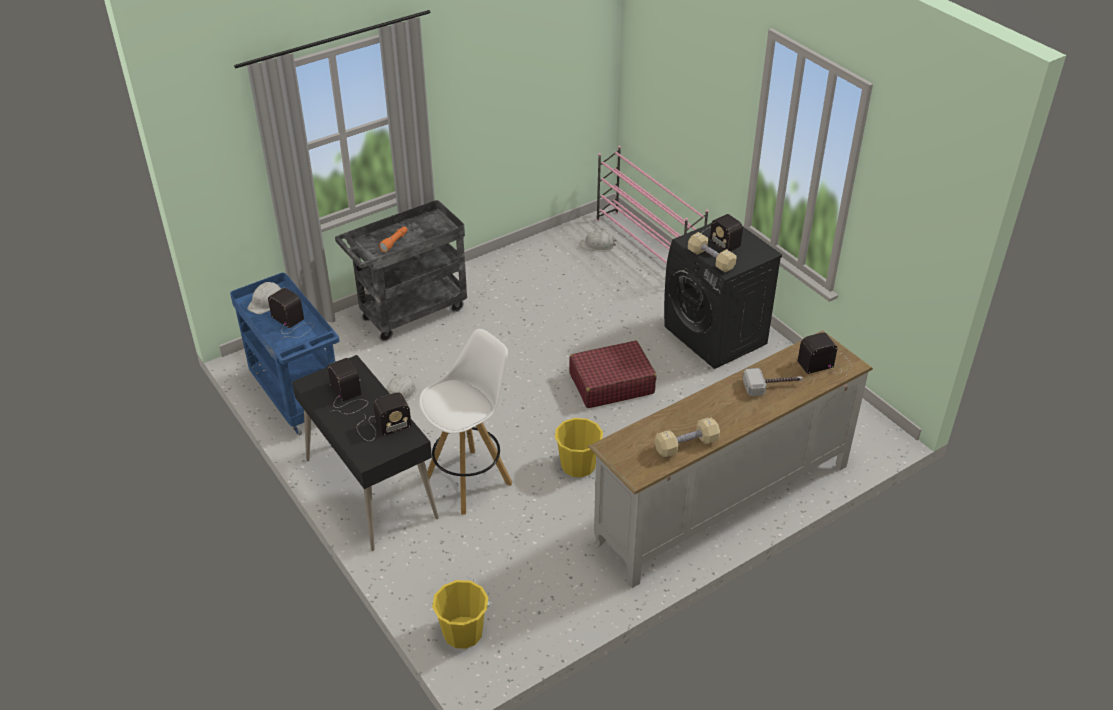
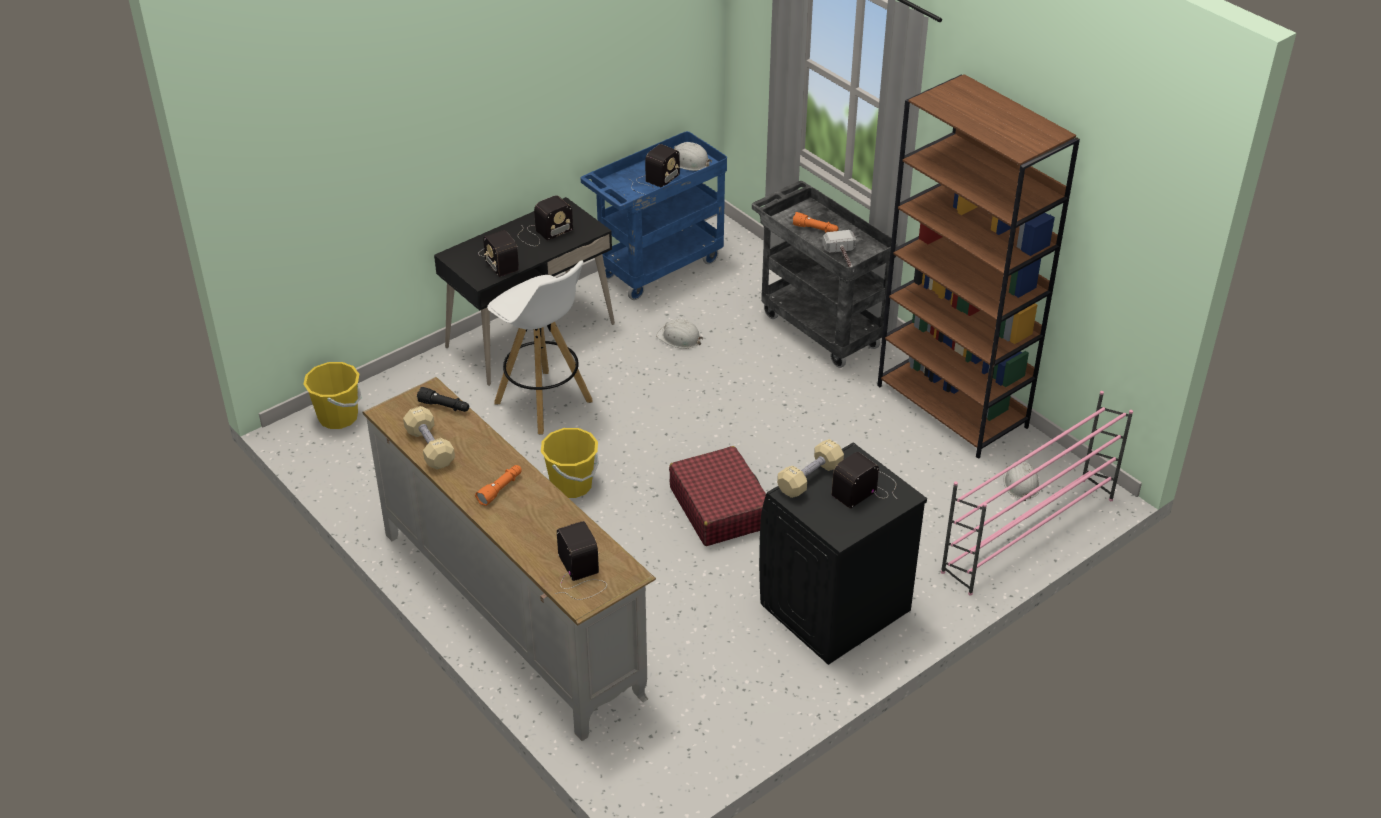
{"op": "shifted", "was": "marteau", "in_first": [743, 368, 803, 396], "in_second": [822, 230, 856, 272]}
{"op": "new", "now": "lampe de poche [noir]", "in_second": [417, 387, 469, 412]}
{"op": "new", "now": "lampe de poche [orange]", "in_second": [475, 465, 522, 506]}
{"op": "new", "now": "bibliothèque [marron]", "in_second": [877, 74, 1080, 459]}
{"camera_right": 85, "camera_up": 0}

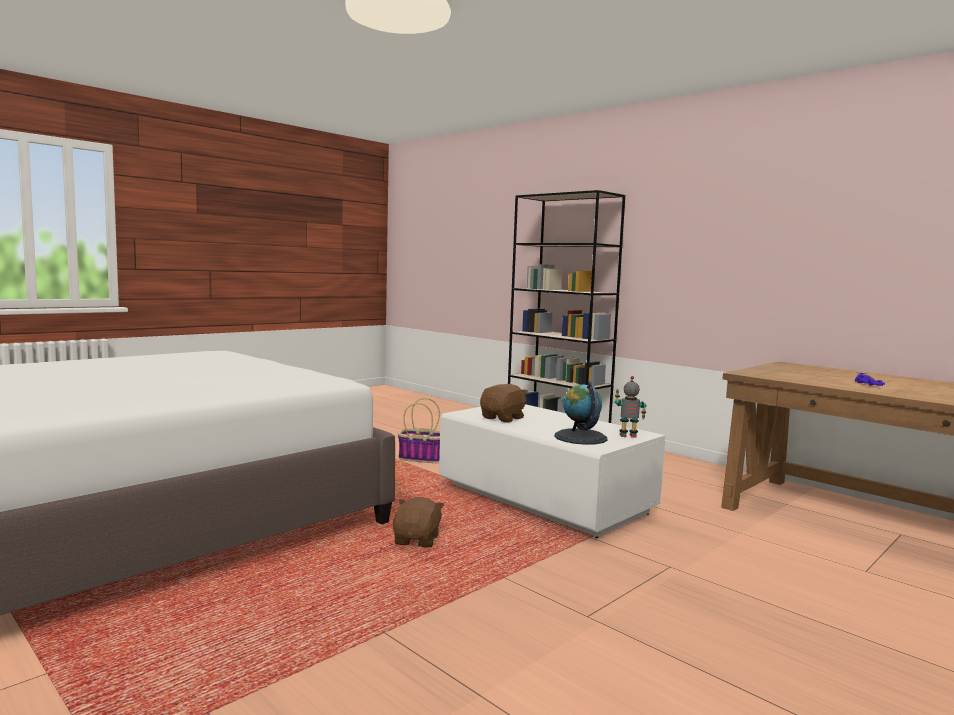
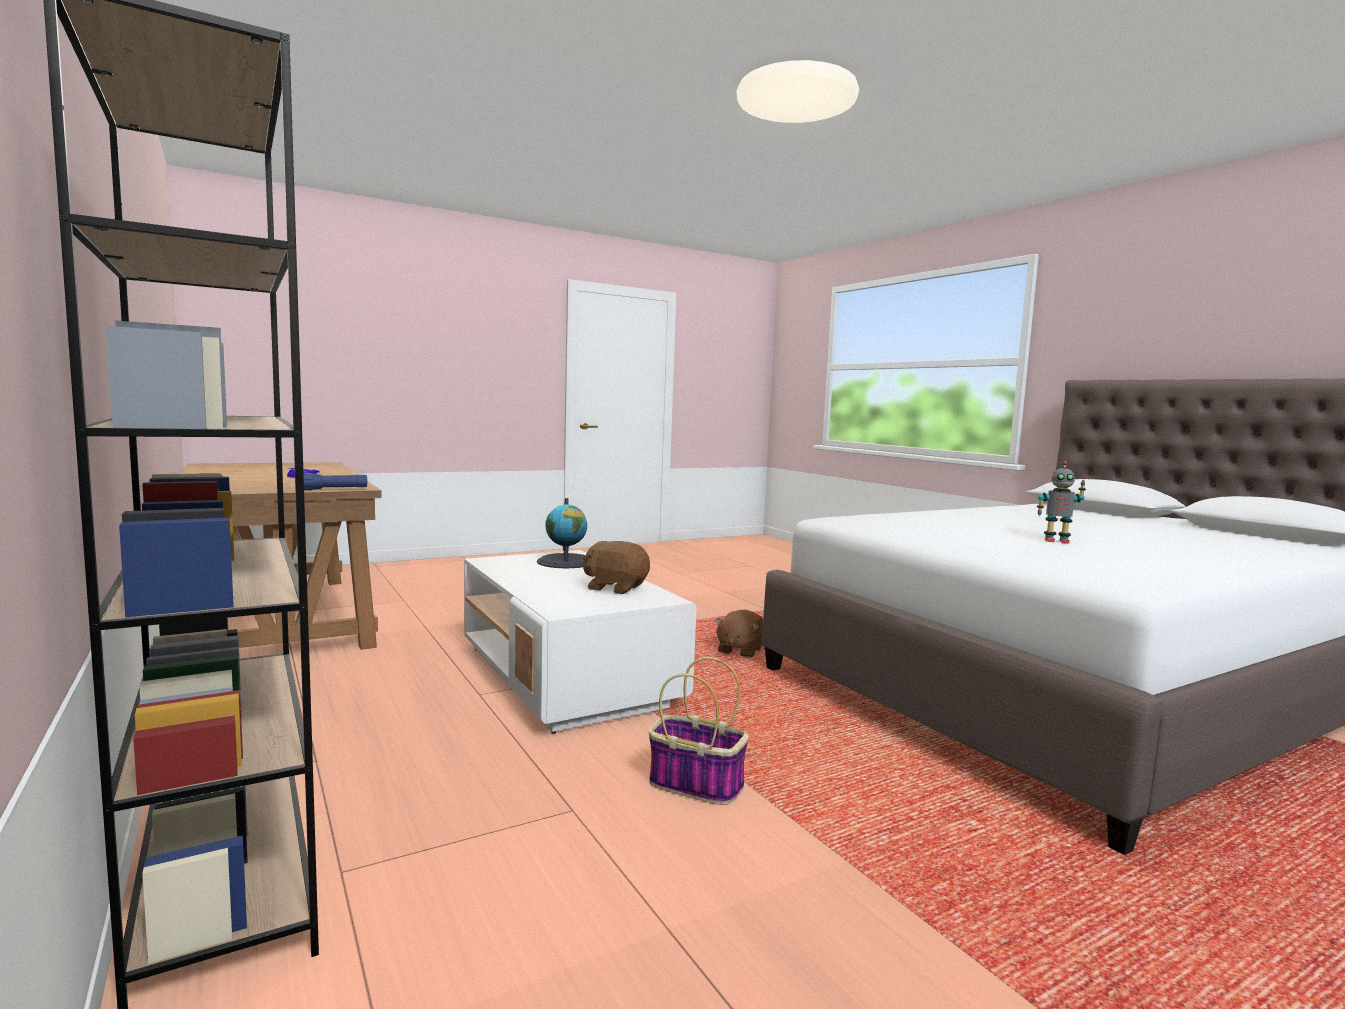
{"op": "rotated", "was": "peluche [marron]", "in_first": [480, 384, 528, 422], "in_second": [582, 541, 650, 594], "clockwise": 60}
{"op": "shifted", "was": "robot jouet", "in_first": [615, 376, 647, 438], "in_second": [1037, 461, 1086, 544]}
{"op": "new", "now": "lampe de poche [bleu]", "in_second": [304, 473, 367, 490]}
{"camera_right": -165, "camera_up": 0}

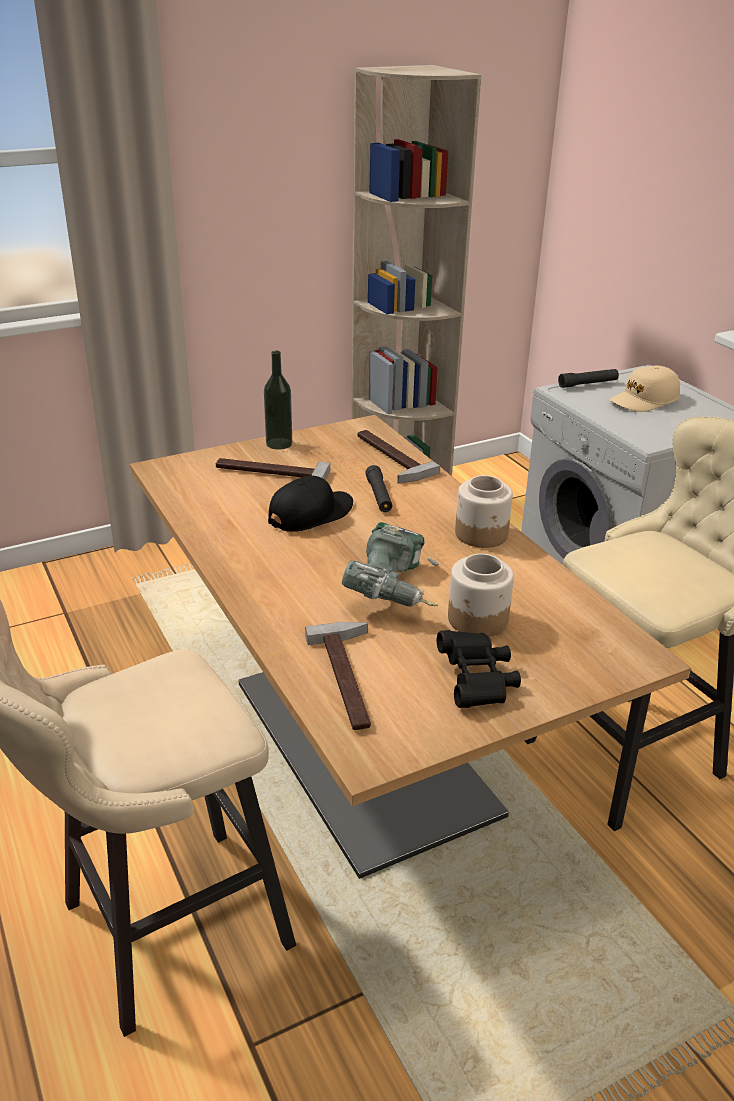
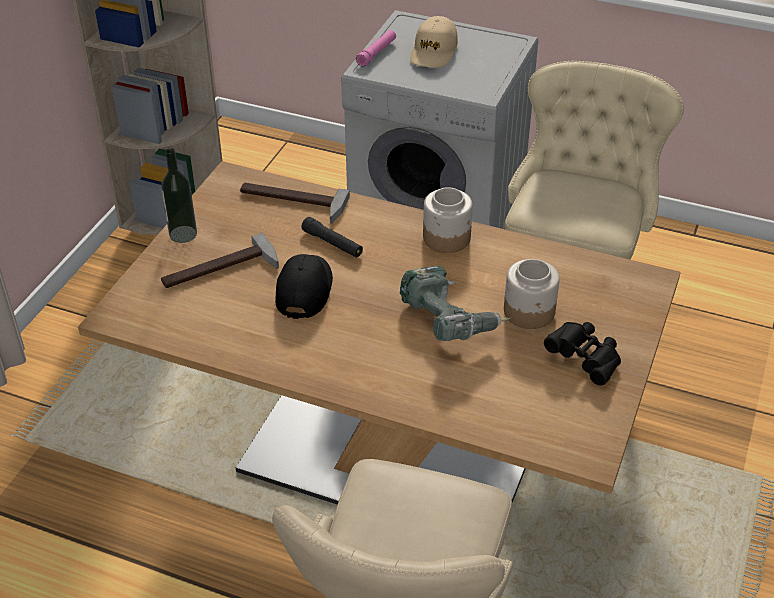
{"op": "gone", "was": "marteau", "in_first": [305, 622, 371, 730]}
{"op": "repainted", "was": "lampe de poche [noir]", "now": "lampe de poche [rose]", "in_first": [558, 369, 619, 388], "in_second": [356, 30, 396, 66]}
{"camera_right": -40, "camera_up": 10}

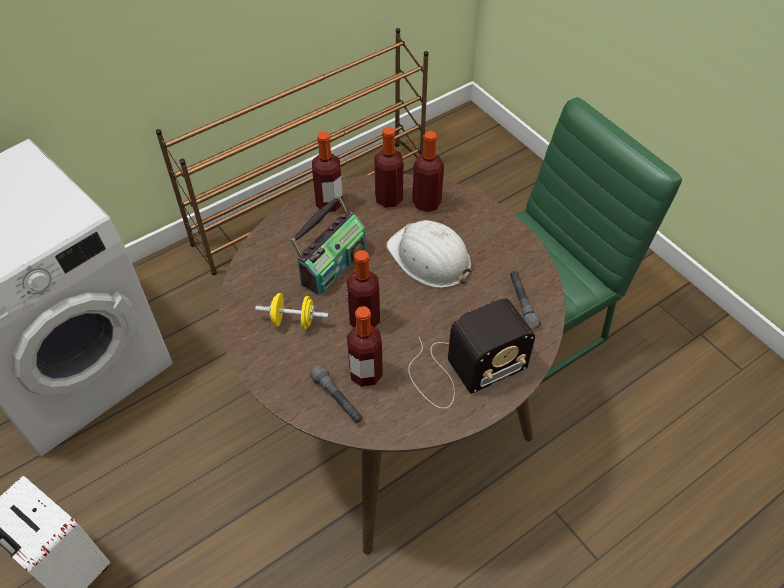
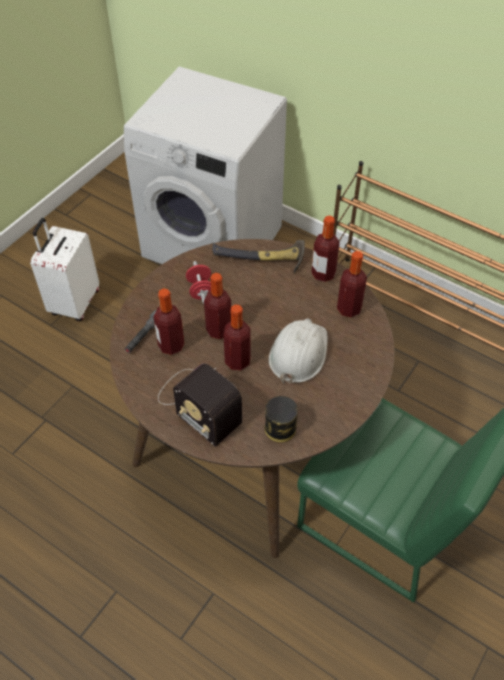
{"op": "repainted", "was": "haltère [jaune]", "now": "haltère [rouge]", "in_first": [255, 293, 329, 330], "in_second": [186, 261, 211, 304]}
{"op": "gone", "was": "radio", "in_first": [291, 195, 366, 296]}
{"op": "shifted", "was": "bouteille", "in_first": [413, 131, 444, 212], "in_second": [224, 305, 251, 370]}
{"op": "swapped", "was": "lampe de poche [gris]", "now": "boîte métallique", "in_first": [510, 271, 541, 330], "in_second": [264, 396, 298, 443]}
{"op": "new", "now": "marteau", "in_second": [212, 240, 305, 273]}
{"camera_right": 70, "camera_up": 0}

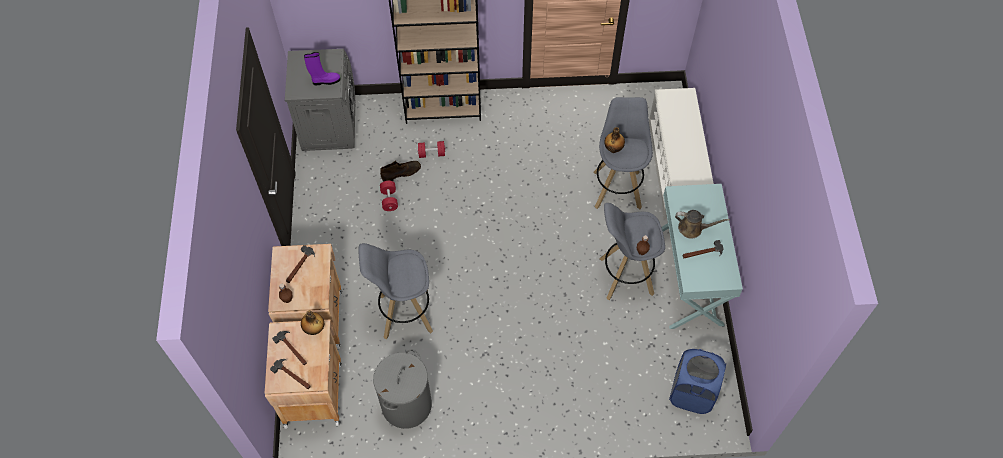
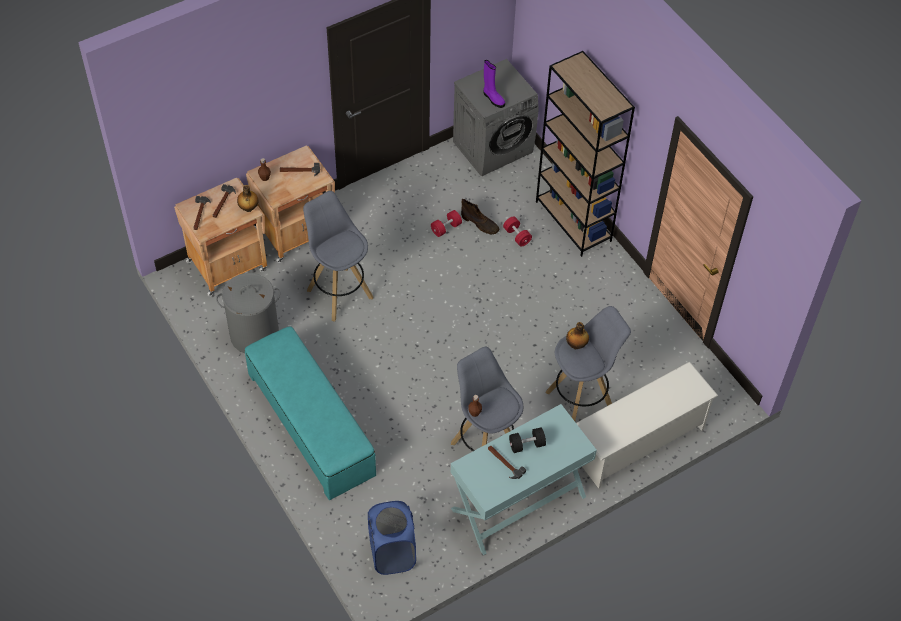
{"op": "swapped", "was": "arrosoir [marron]", "now": "haltère [noir]", "in_first": [675, 210, 730, 239], "in_second": [509, 427, 546, 453]}
{"op": "new", "now": "banc [turquoise]", "in_second": [245, 326, 376, 500]}
{"camera_right": 60, "camera_up": -5}

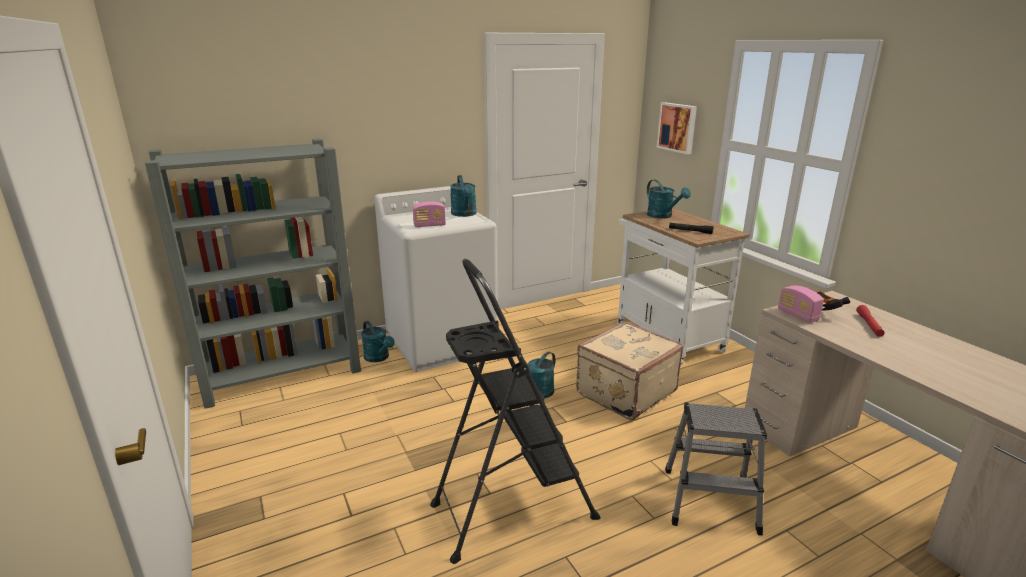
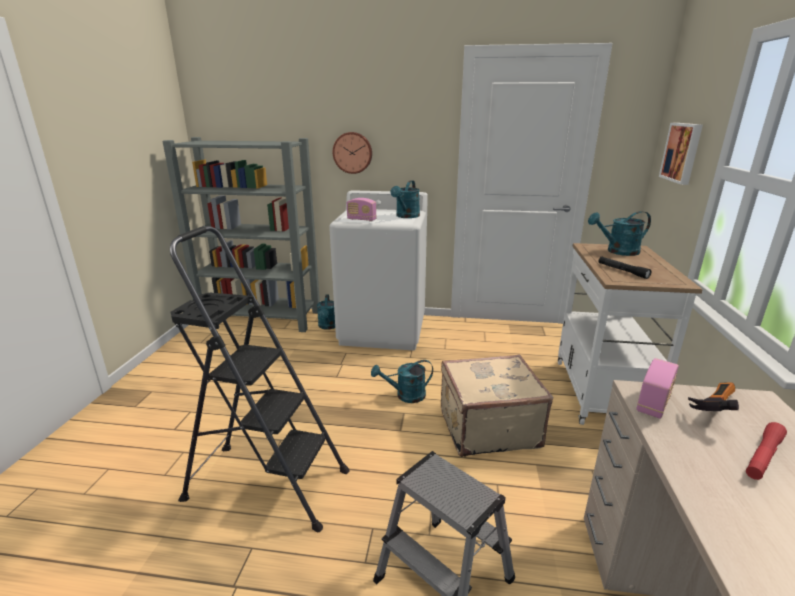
{"op": "rotated", "was": "arrosoir [turquoise]", "in_first": [647, 180, 691, 219], "in_second": [588, 211, 651, 256], "clockwise": 75}
{"op": "rotated", "was": "radio", "in_first": [778, 286, 824, 323], "in_second": [637, 358, 679, 419], "clockwise": -150}
{"op": "new", "now": "horloge murale", "in_second": [333, 132, 372, 174]}
{"camera_right": 35, "camera_up": 0}

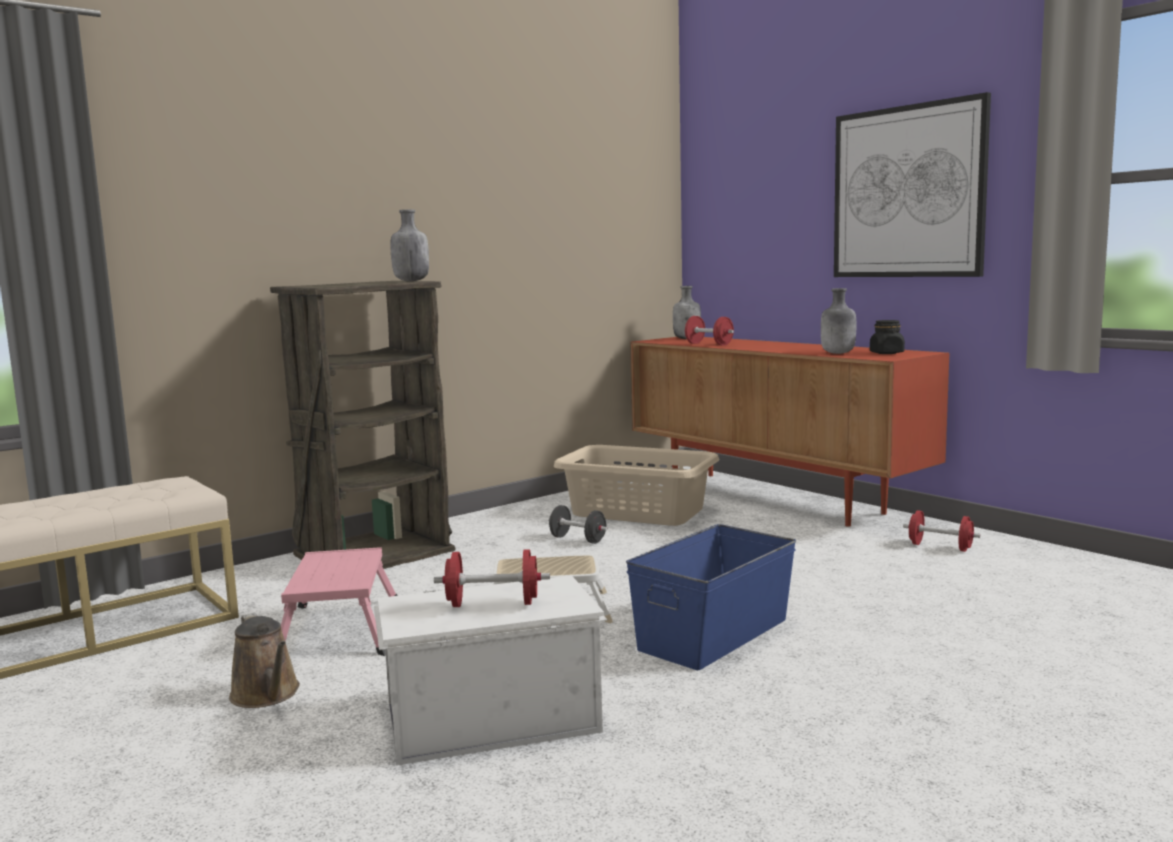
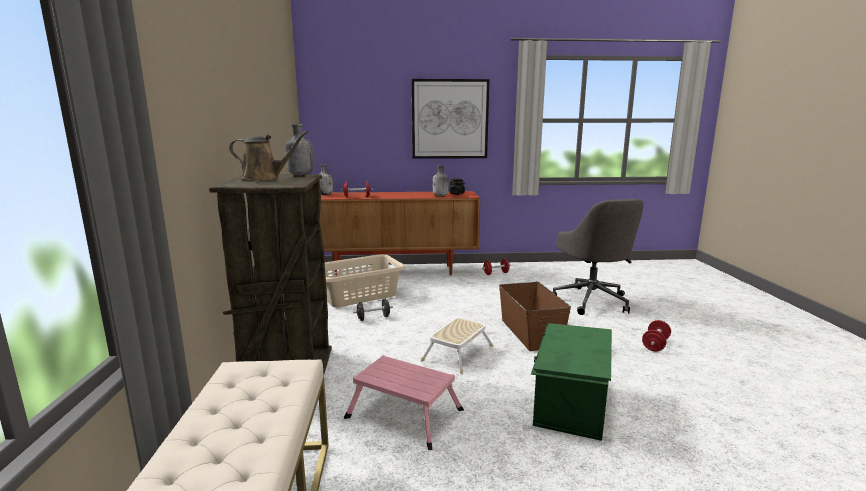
{"op": "shifted", "was": "arrosoir [marron]", "in_first": [229, 613, 300, 708], "in_second": [229, 131, 308, 181]}
{"op": "repainted", "was": "boîte de rangement [blanc]", "now": "boîte de rangement [vert]", "in_first": [374, 575, 608, 766], "in_second": [531, 323, 612, 441]}
{"op": "shifted", "was": "haltère [rouge]", "in_first": [434, 549, 550, 607], "in_second": [642, 320, 671, 352]}
{"op": "repainted", "was": "boîte de rangement [bleu]", "now": "boîte de rangement [marron]", "in_first": [626, 524, 796, 670], "in_second": [499, 282, 571, 351]}
{"op": "new", "now": "chaise de bureau [gris]", "in_second": [553, 199, 644, 315]}
{"camera_right": -55, "camera_up": 5}

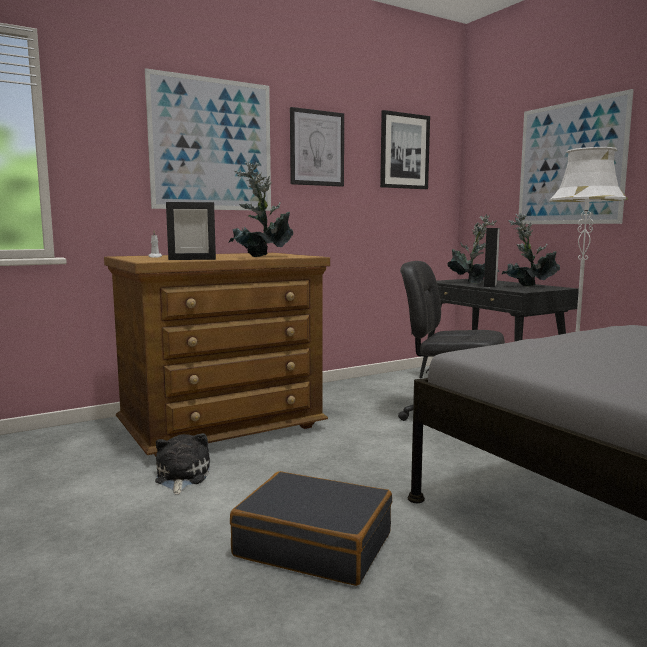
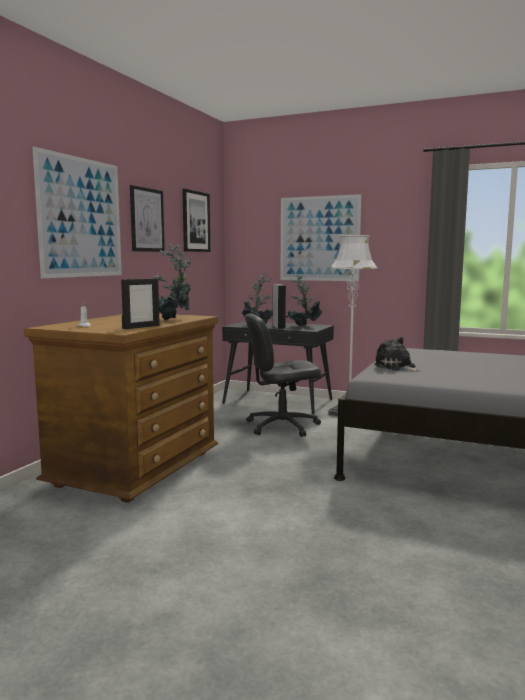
{"op": "shifted", "was": "peluche", "in_first": [155, 433, 210, 495], "in_second": [374, 337, 421, 372]}
{"op": "gone", "was": "valise [noir]", "in_first": [230, 471, 392, 586]}
{"camera_right": -35, "camera_up": 0}

